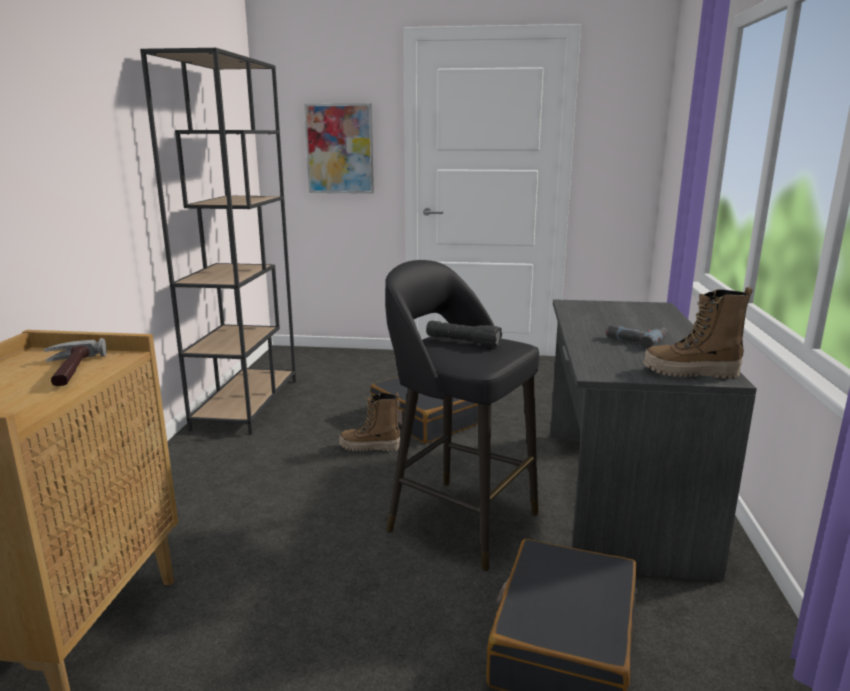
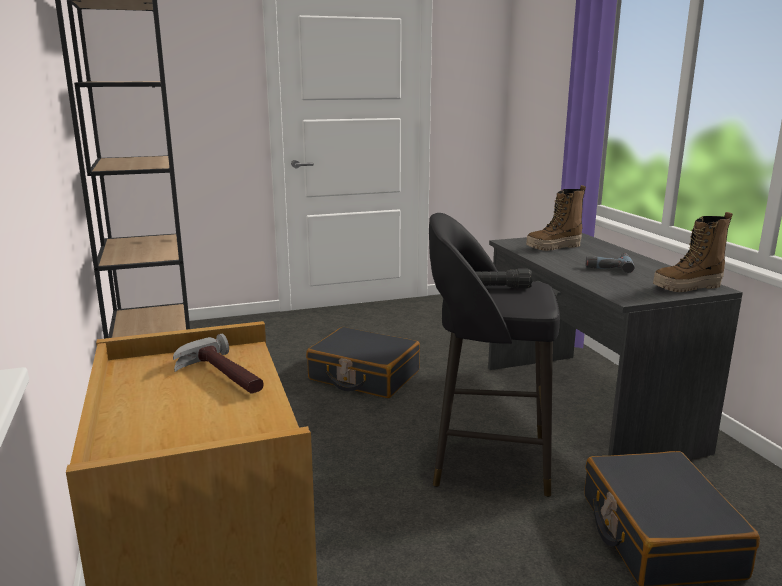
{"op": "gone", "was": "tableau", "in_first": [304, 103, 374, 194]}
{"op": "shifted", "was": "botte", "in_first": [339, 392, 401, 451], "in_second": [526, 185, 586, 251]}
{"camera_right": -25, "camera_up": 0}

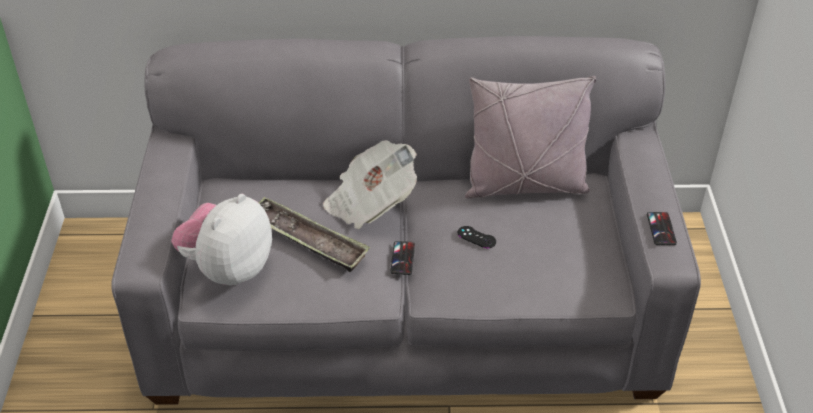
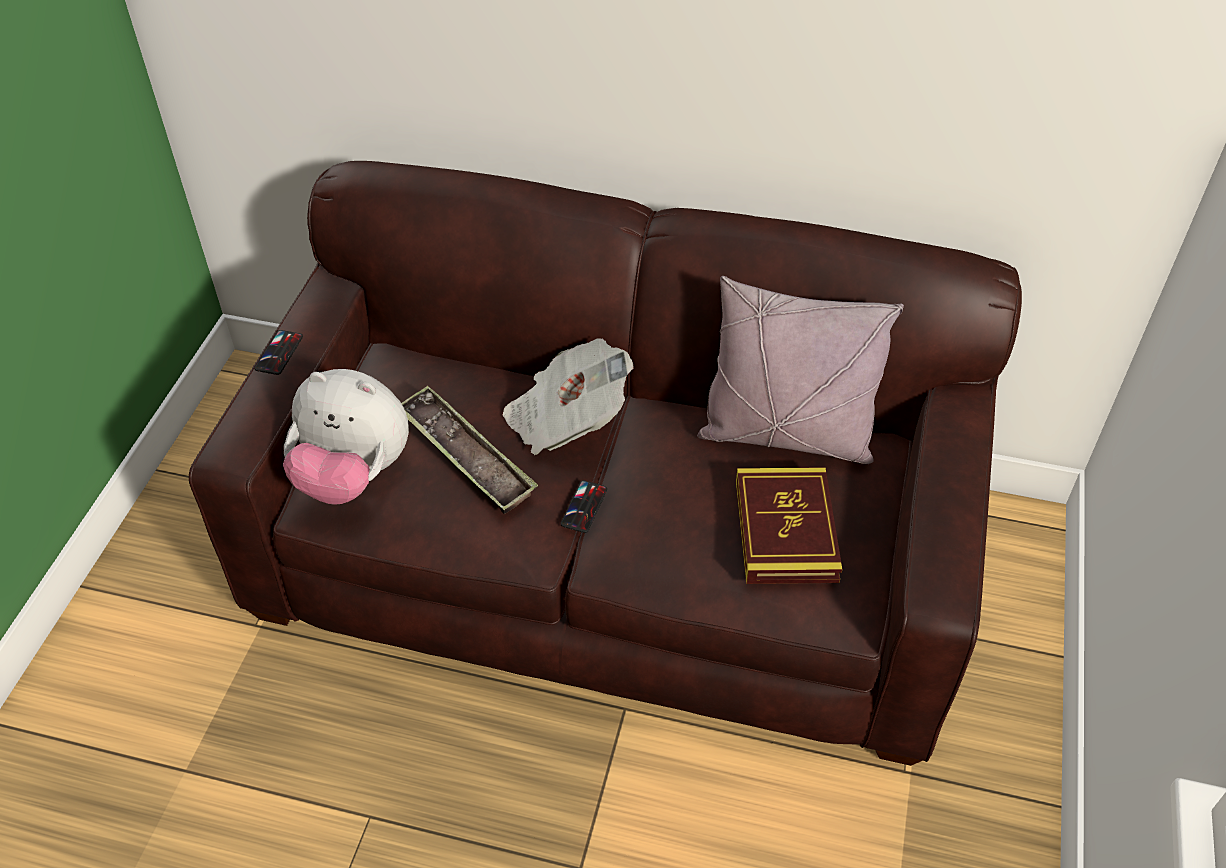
{"op": "repainted", "was": "canapé [gris]", "now": "canapé [marron]", "in_first": [111, 36, 701, 405], "in_second": [189, 161, 1022, 766]}
{"op": "rotated", "was": "peluche", "in_first": [171, 194, 272, 286], "in_second": [283, 369, 409, 505], "clockwise": -120}
{"op": "gone", "was": "manette [noir]", "in_first": [458, 226, 496, 248]}
{"op": "shifted", "was": "téléphone", "in_first": [647, 212, 677, 245], "in_second": [255, 330, 303, 375]}
{"op": "new", "now": "livre", "in_second": [736, 467, 843, 584]}
{"camera_right": 15, "camera_up": 5}

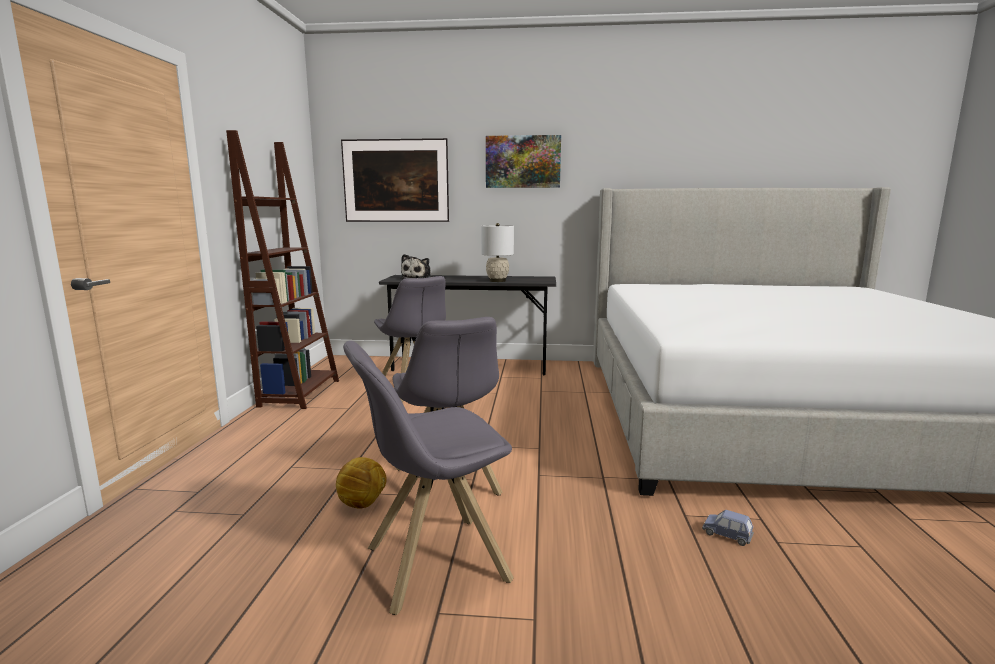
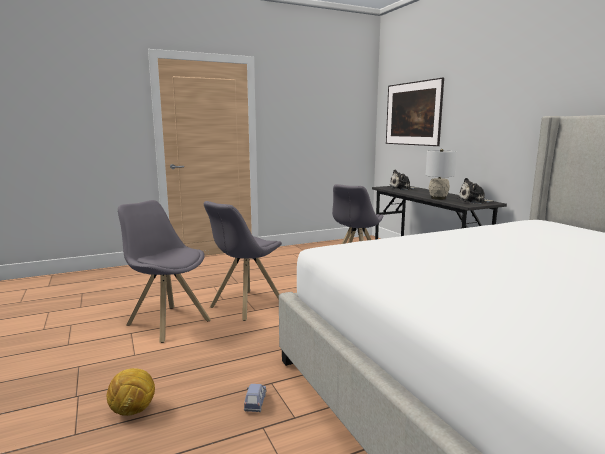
{"op": "gone", "was": "bibliothèque [marron]", "in_first": [226, 130, 339, 409]}
{"op": "shifted", "was": "ballon de foot", "in_first": [336, 457, 387, 508], "in_second": [107, 368, 155, 416]}
{"op": "gone", "was": "tableau", "in_first": [486, 135, 561, 188]}
{"op": "new", "now": "peluche", "in_second": [457, 178, 494, 203]}
{"camera_right": 60, "camera_up": 0}

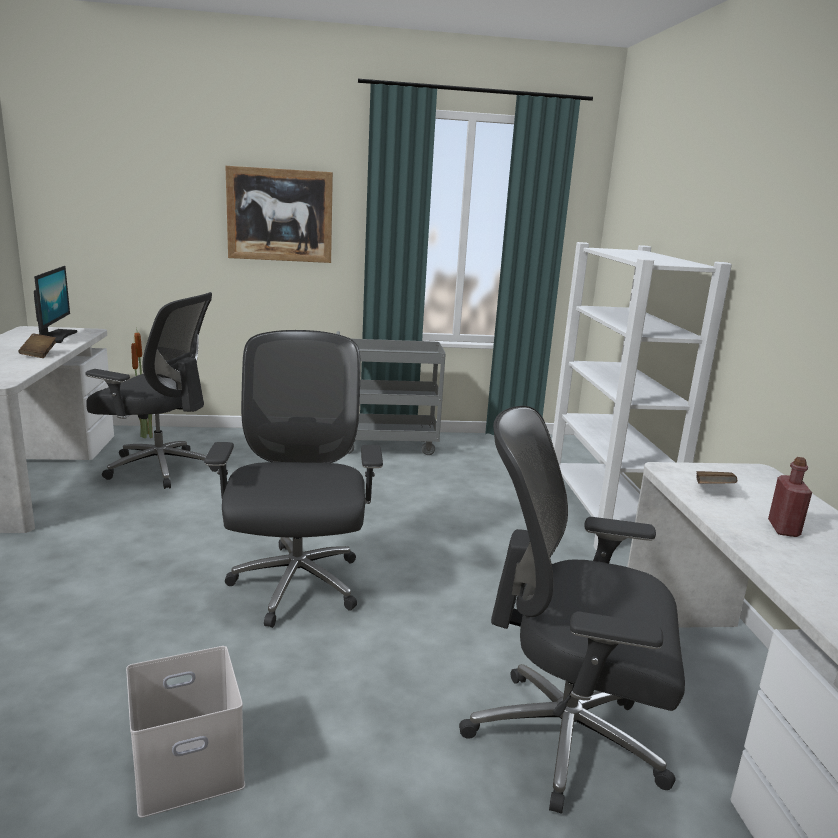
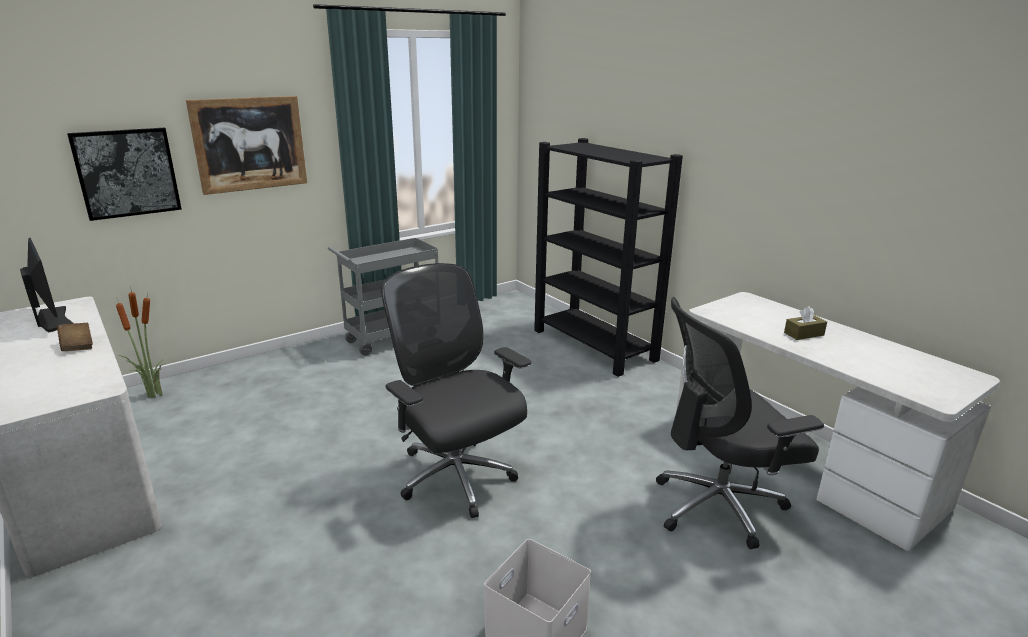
{"op": "gone", "was": "chaise de bureau", "in_first": [85, 292, 219, 489]}
{"op": "repainted", "was": "bibliothèque [blanc]", "now": "bibliothèque [noir]", "in_first": [552, 242, 732, 551], "in_second": [534, 138, 683, 377]}
{"op": "gone", "was": "livre [marron]", "in_first": [696, 471, 737, 483]}
{"op": "swapped", "was": "bouteille [rouge]", "now": "boîte à mouchoirs [marron]", "in_first": [768, 457, 812, 537], "in_second": [784, 306, 827, 340]}
{"op": "new", "now": "tableau", "in_second": [67, 128, 182, 221]}
{"camera_right": -30, "camera_up": 5}

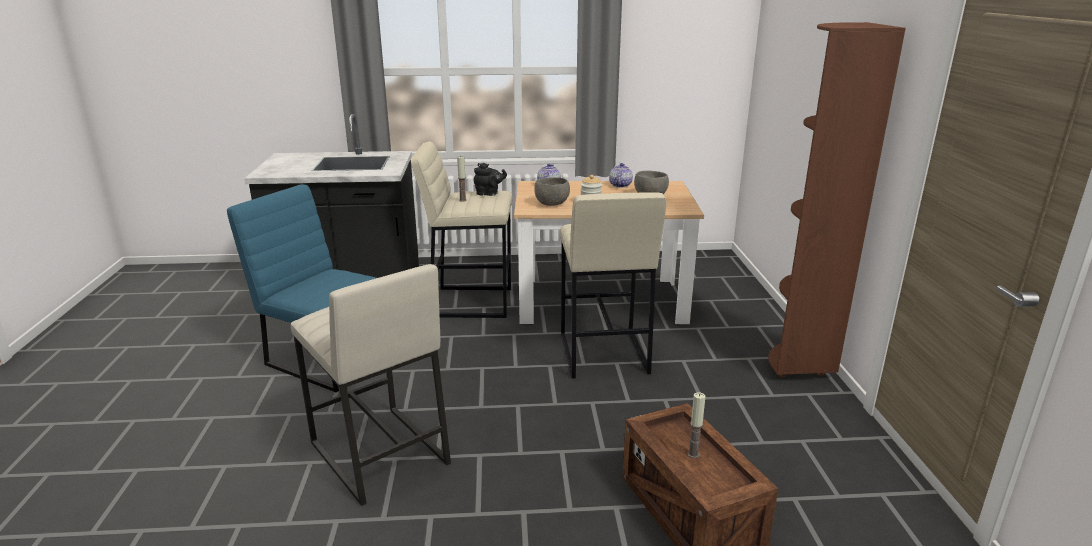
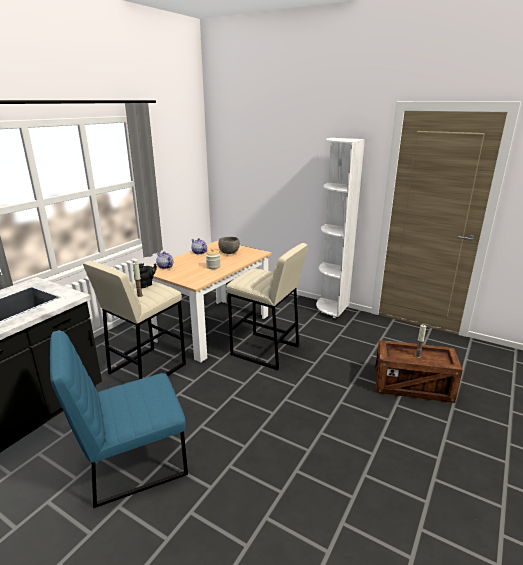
{"op": "gone", "was": "tabouret [beige]", "in_first": [291, 264, 451, 506]}
{"op": "gone", "was": "bol [gris]", "in_first": [534, 177, 570, 206]}
{"op": "repainted", "was": "bibliothèque [marron]", "now": "bibliothèque [blanc]", "in_first": [768, 22, 906, 378], "in_second": [316, 138, 365, 318]}
{"camera_right": -55, "camera_up": 0}

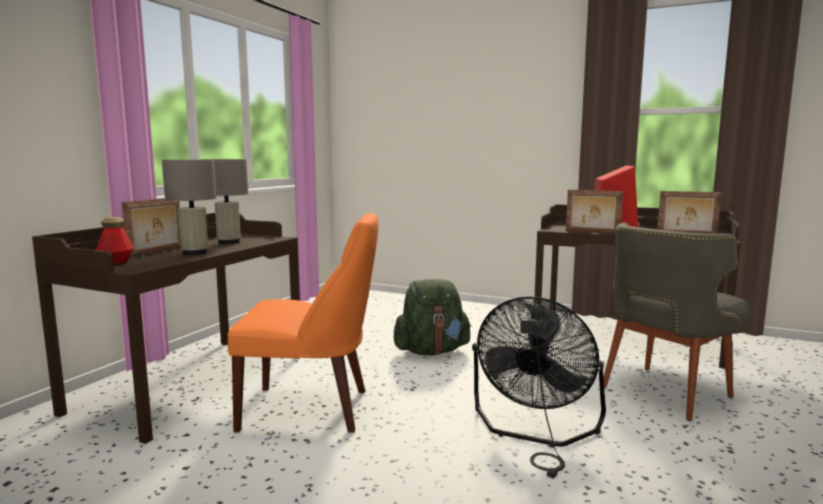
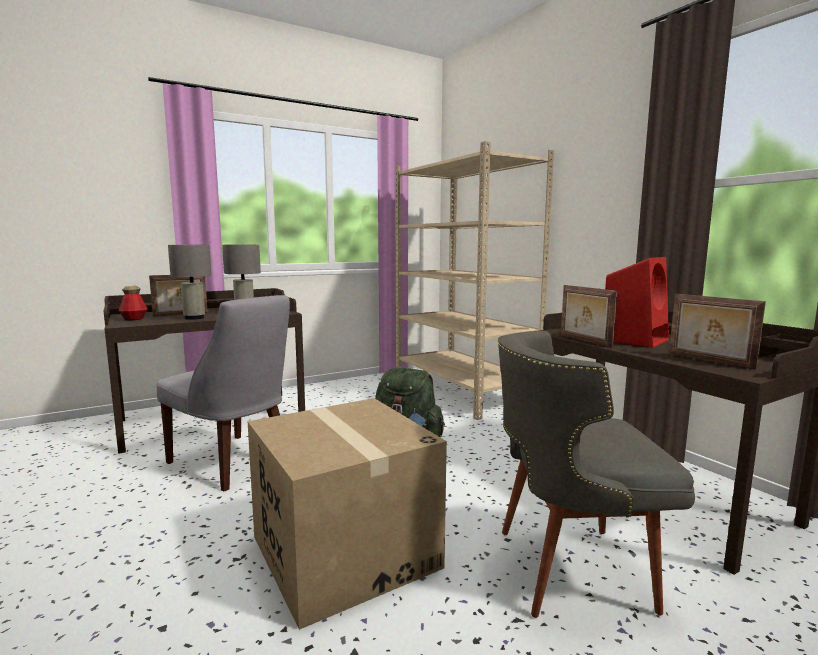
{"op": "repainted", "was": "chaise [orange]", "now": "chaise [gris]", "in_first": [228, 213, 378, 432], "in_second": [157, 295, 290, 491]}
{"op": "swapped", "was": "ventilateur [noir]", "now": "carton", "in_first": [472, 297, 606, 479], "in_second": [248, 398, 447, 630]}
{"op": "new", "now": "bibliothèque [beige]", "in_second": [395, 141, 554, 420]}
{"camera_right": 35, "camera_up": 0}

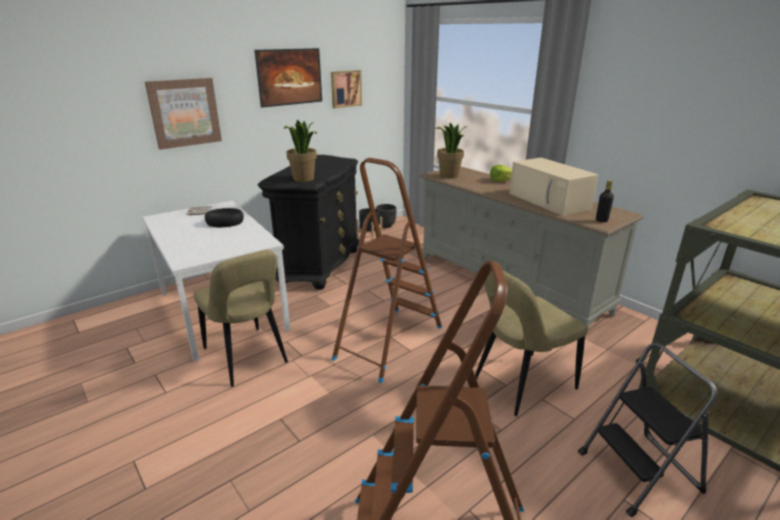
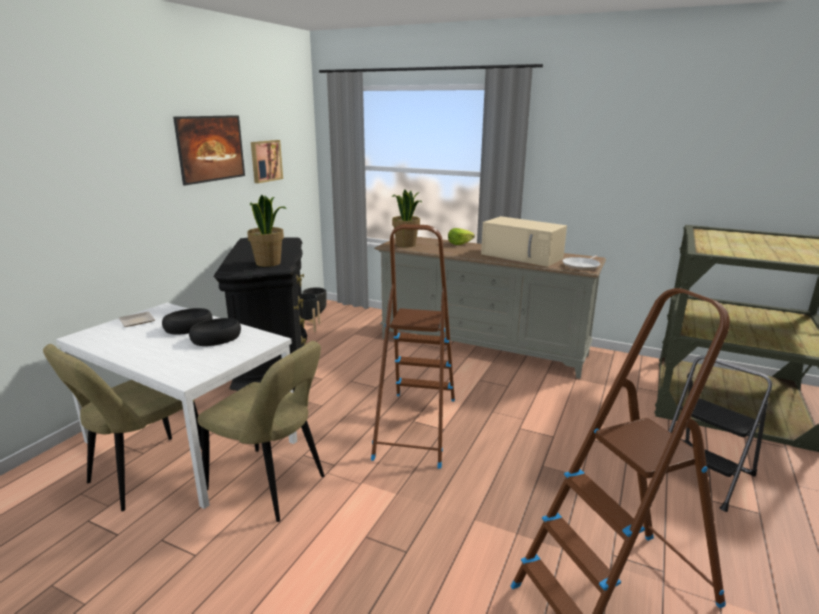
{"op": "gone", "was": "tableau", "in_first": [145, 78, 222, 150]}
{"op": "shifted", "was": "chaise [beige]", "in_first": [475, 270, 588, 416], "in_second": [43, 344, 210, 511]}
{"op": "swapped", "was": "bouteille [noir]", "now": "poêle", "in_first": [596, 180, 614, 222], "in_second": [563, 255, 600, 271]}
{"op": "new", "now": "bol [noir]", "in_second": [189, 318, 241, 346]}
{"camera_right": -25, "camera_up": -5}

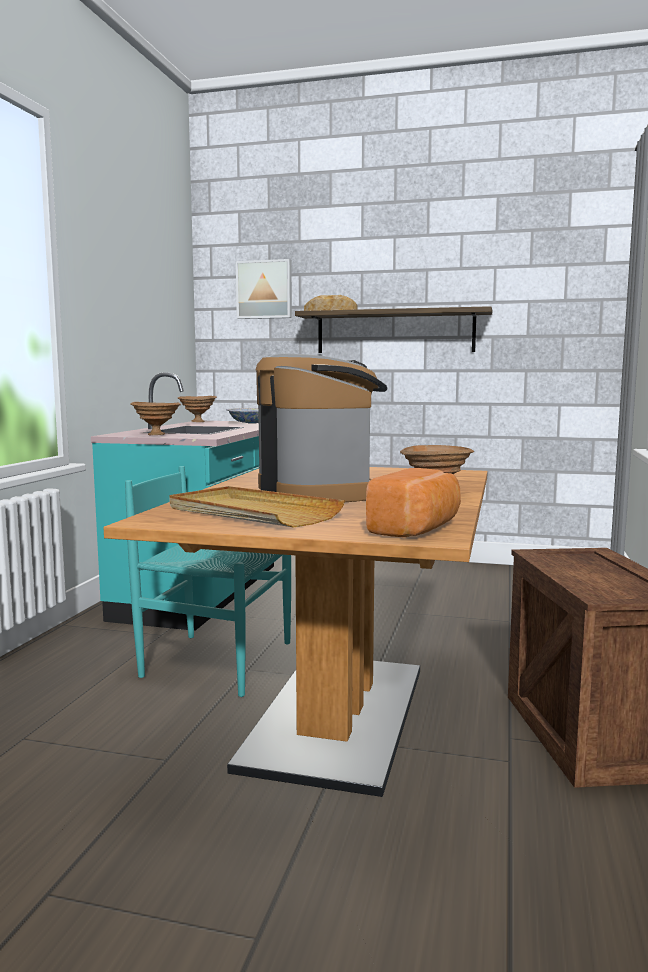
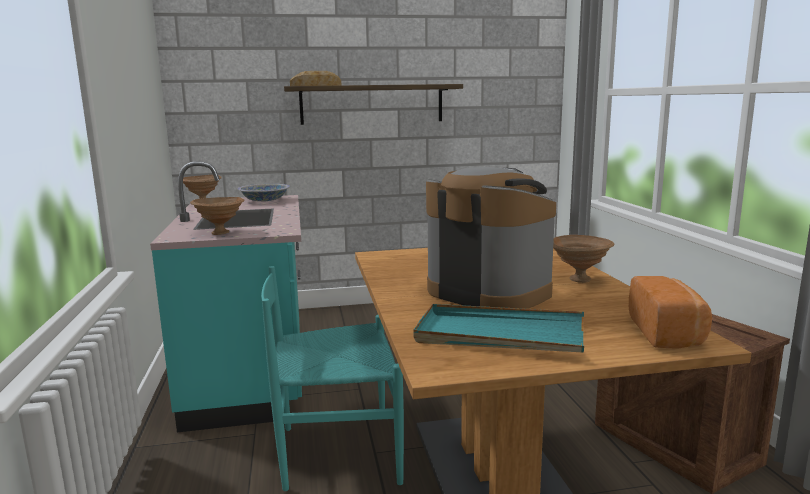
{"op": "repainted", "was": "plateau [beige]", "now": "plateau [turquoise]", "in_first": [169, 486, 345, 527], "in_second": [414, 304, 584, 353]}
{"op": "gone", "was": "tableau", "in_first": [236, 259, 292, 319]}
{"camera_right": -25, "camera_up": 5}

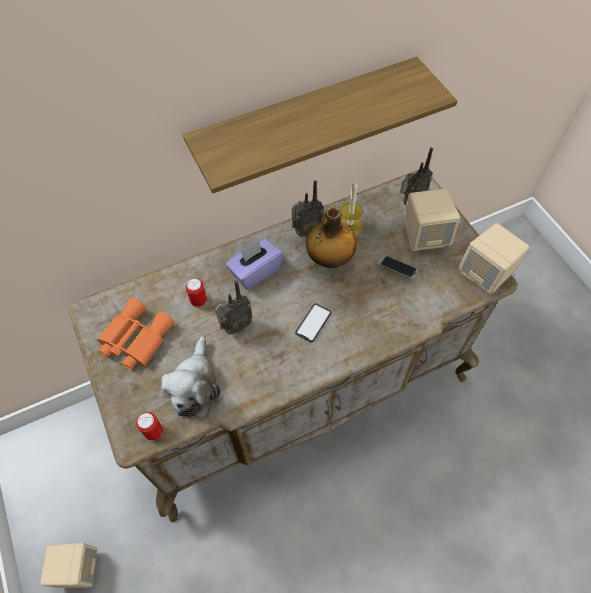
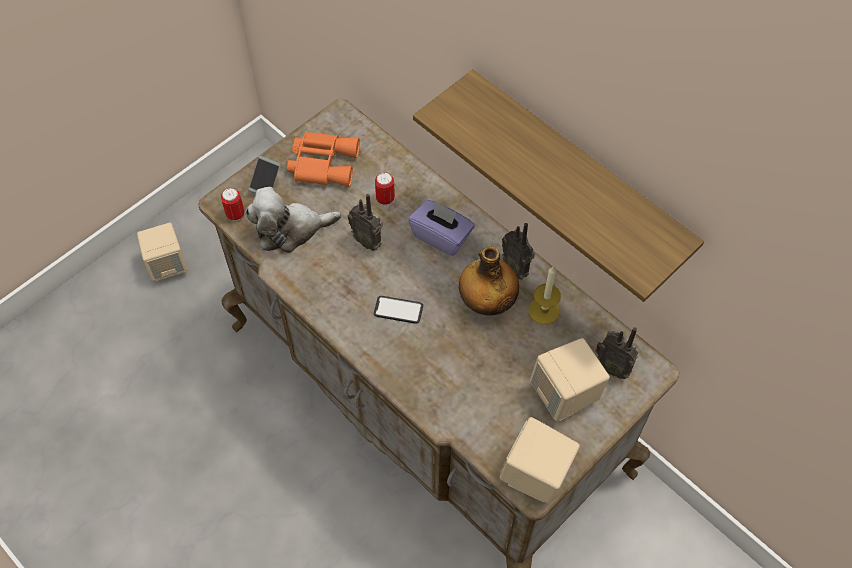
{"op": "shifted", "was": "téléphone", "in_first": [377, 255, 419, 279], "in_second": [248, 156, 280, 193]}
{"camera_right": 70, "camera_up": 0}

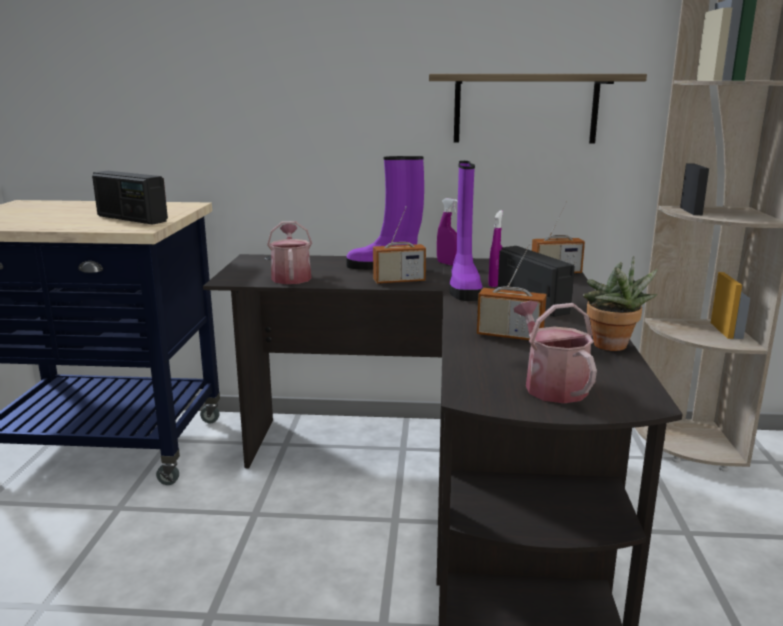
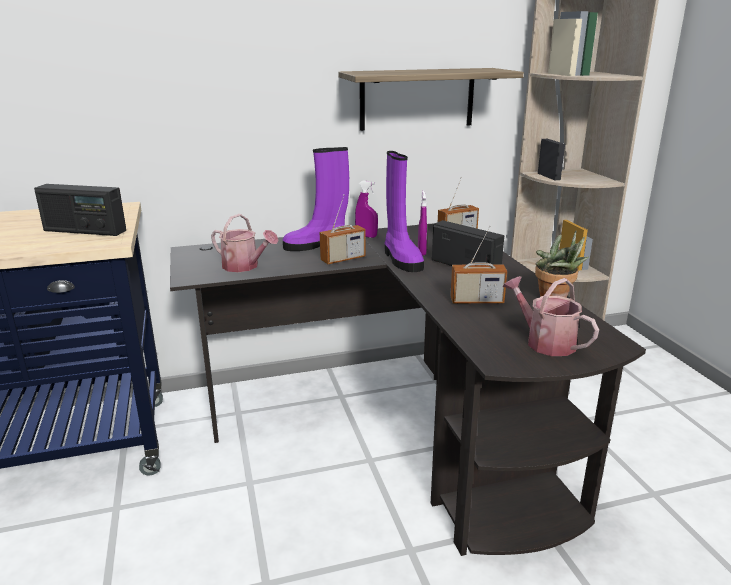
{"op": "rotated", "was": "arrosoir", "in_first": [267, 221, 312, 284], "in_second": [211, 214, 279, 272], "clockwise": 150}
{"camera_right": -20, "camera_up": 5}

